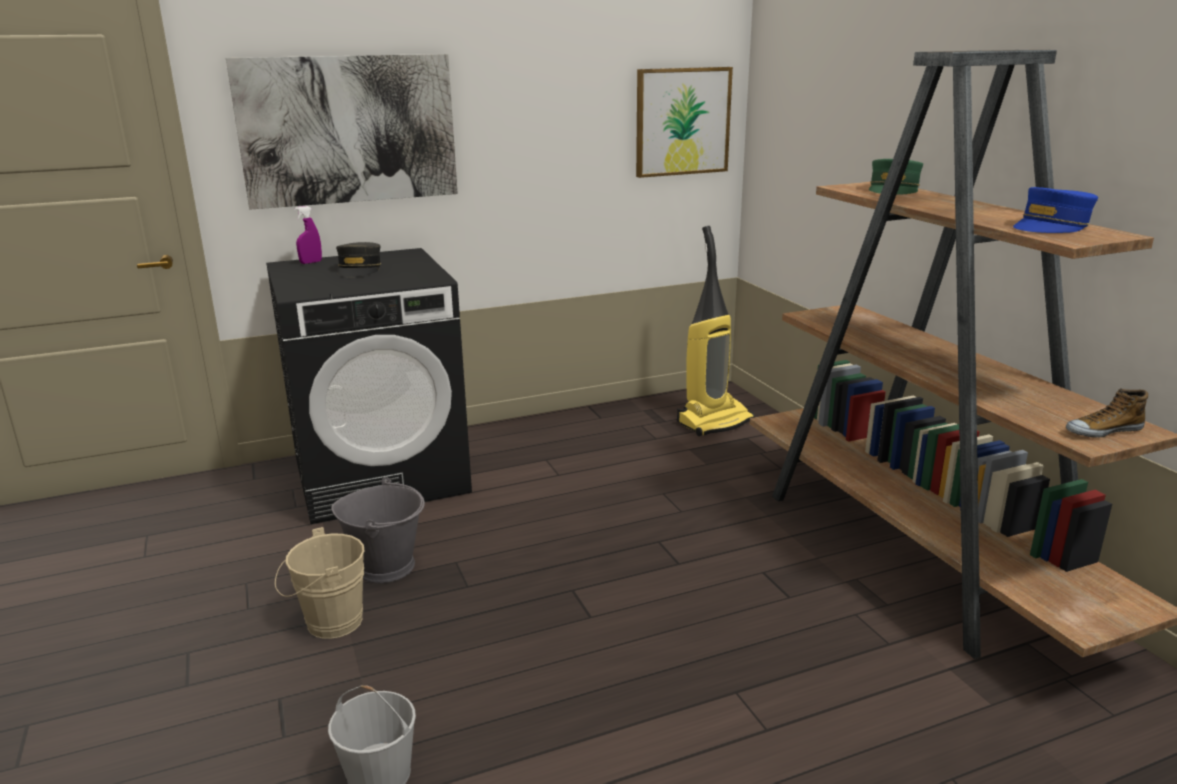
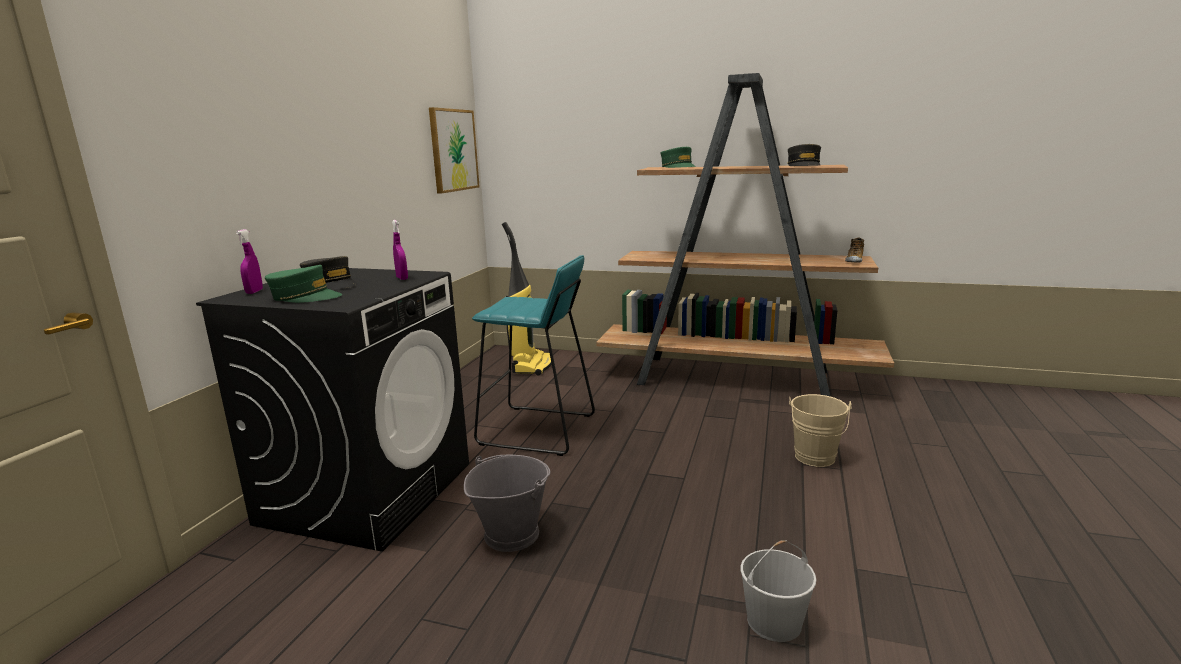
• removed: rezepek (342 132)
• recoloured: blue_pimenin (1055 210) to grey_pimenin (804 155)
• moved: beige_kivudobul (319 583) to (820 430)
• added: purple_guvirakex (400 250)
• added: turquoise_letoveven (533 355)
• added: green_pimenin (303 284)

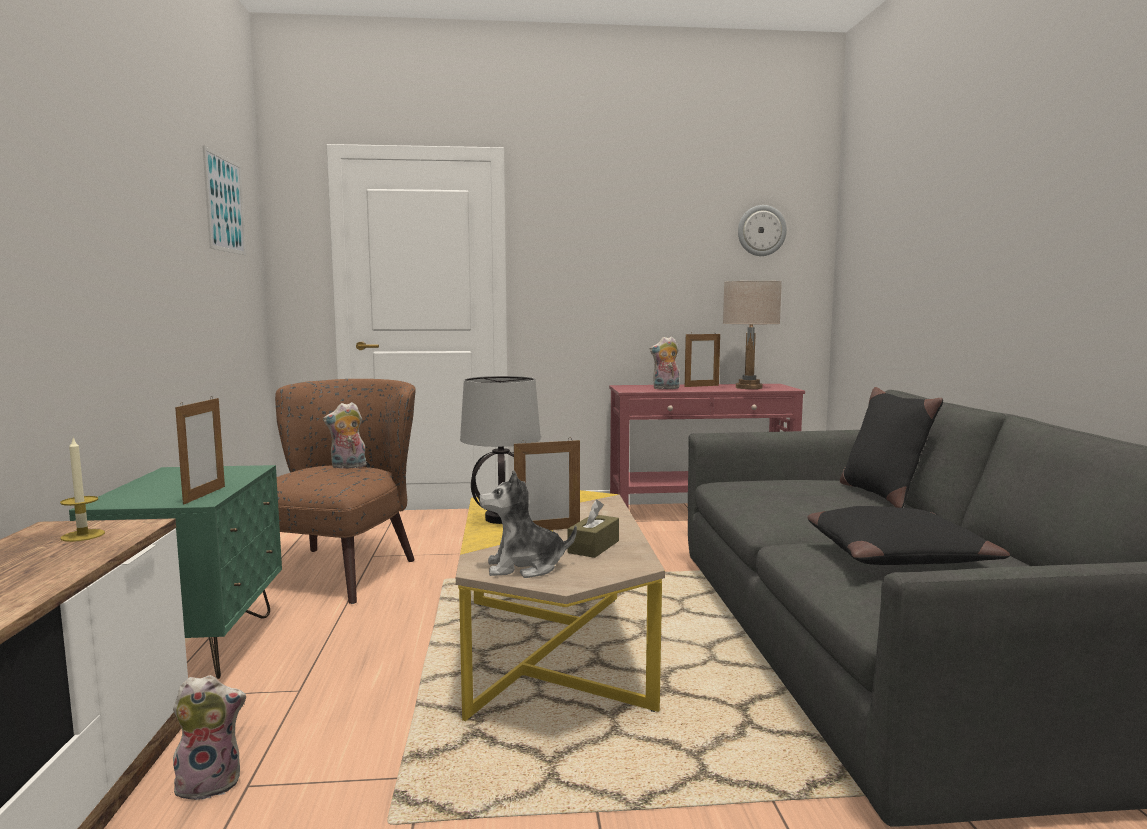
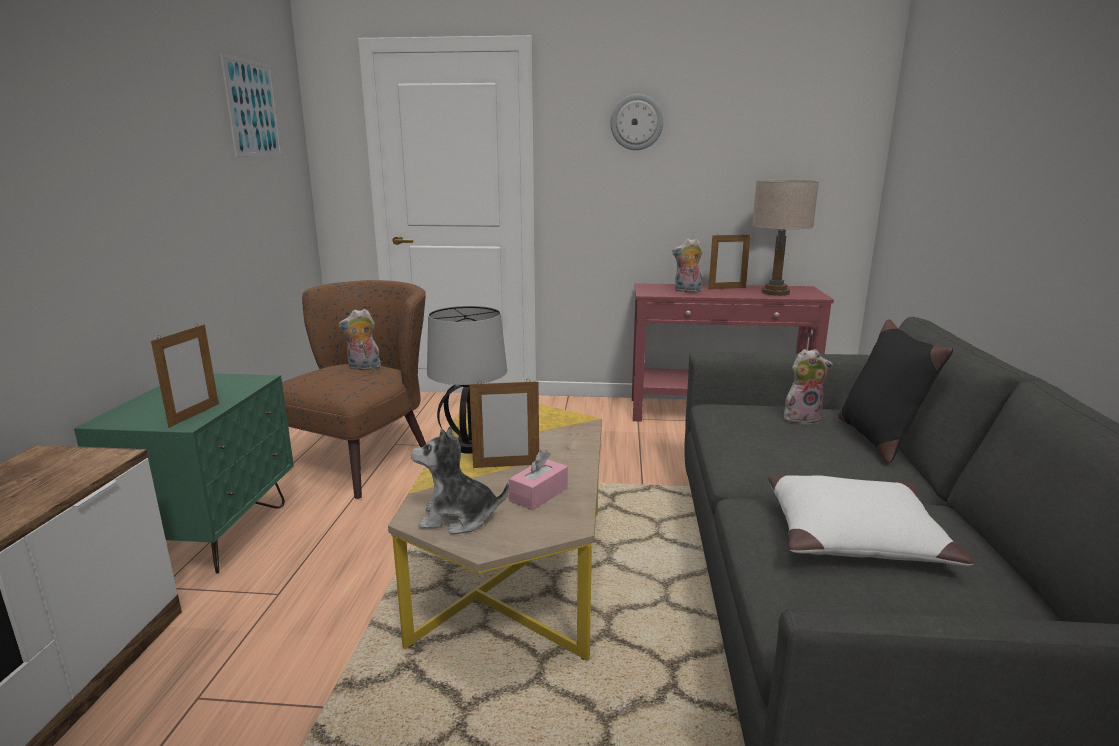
• moved: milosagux (762 230) to (637 122)
• removed: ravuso (82 490)
• recoloured: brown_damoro (593 529) to pink_damoro (538 480)
• recoloured: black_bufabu (908 535) to white_bufabu (871 520)
• moved: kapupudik (209 738) to (808 386)

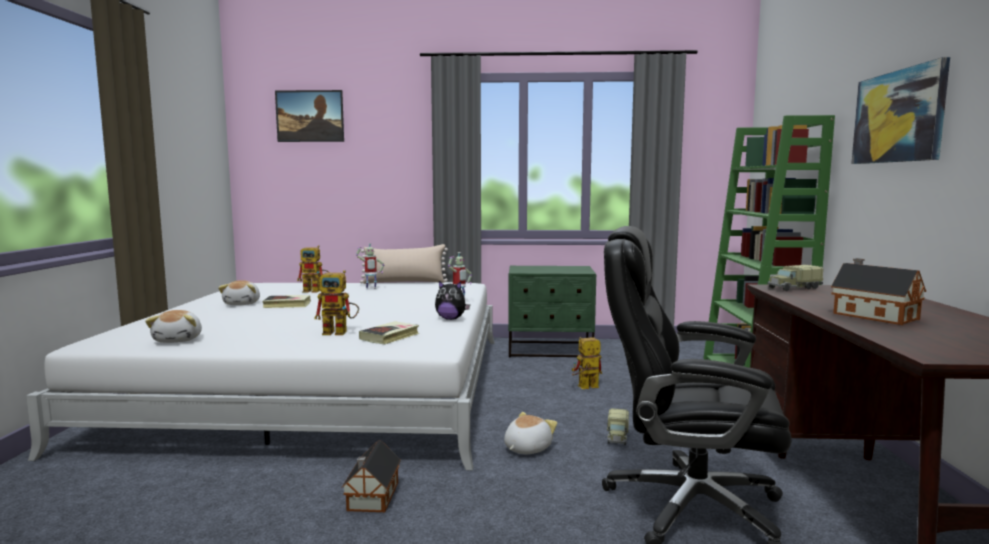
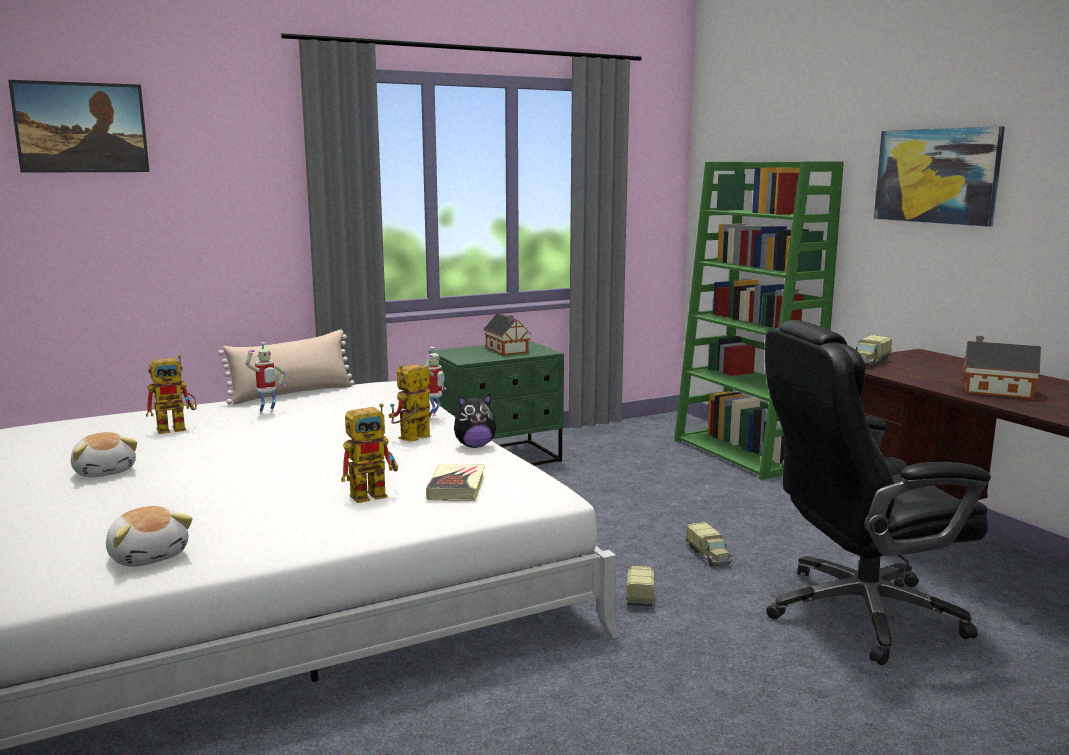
• removed: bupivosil (286 301)
• moved: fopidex (587 363) to (410 403)
• replaced: kapupudik (530 433) to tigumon (640 586)
• moved: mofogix (371 476) to (507 334)

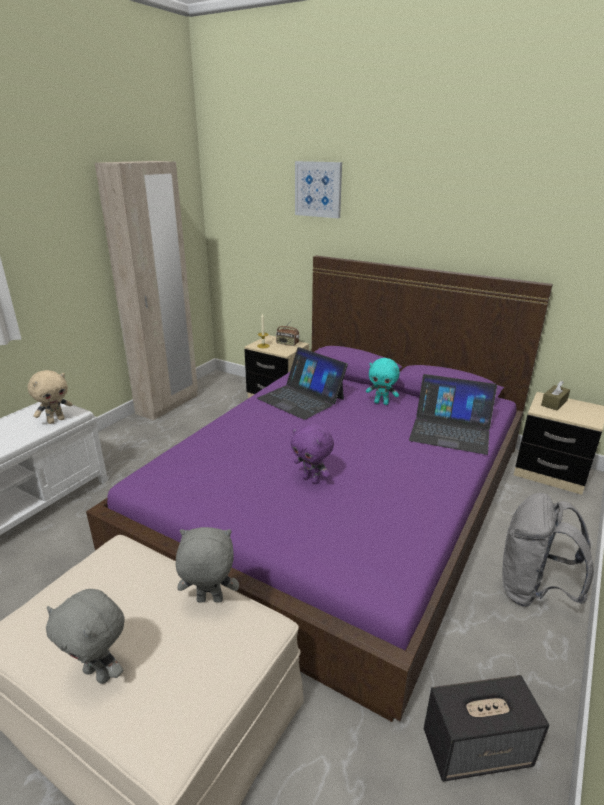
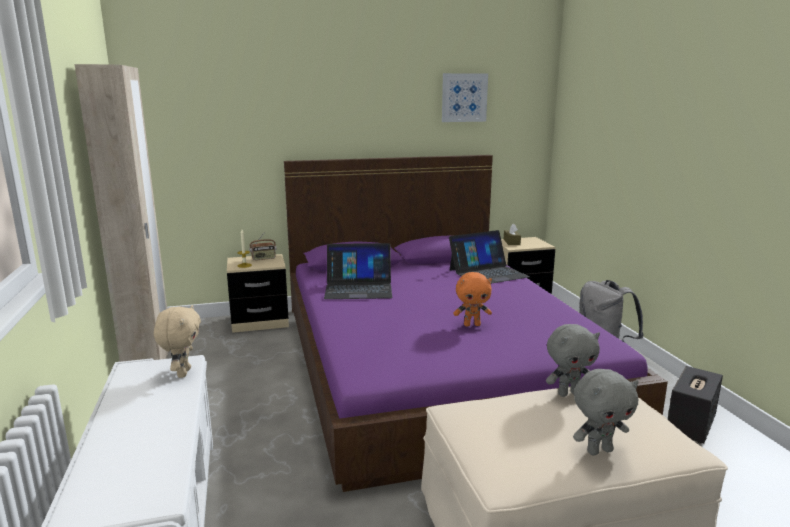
• moved: rezepek (318 189) to (465 97)
• removed: turquoise_kapupudik (383 381)
• recoloured: purple_kapupudik (312 454) to orange_kapupudik (472 299)
• turned: grey_kapupudik (207 565) = (573 360) 150 degrees counterclockwise

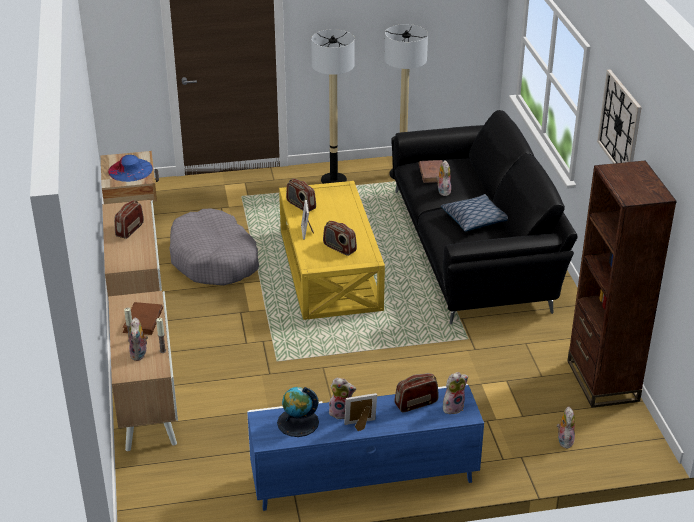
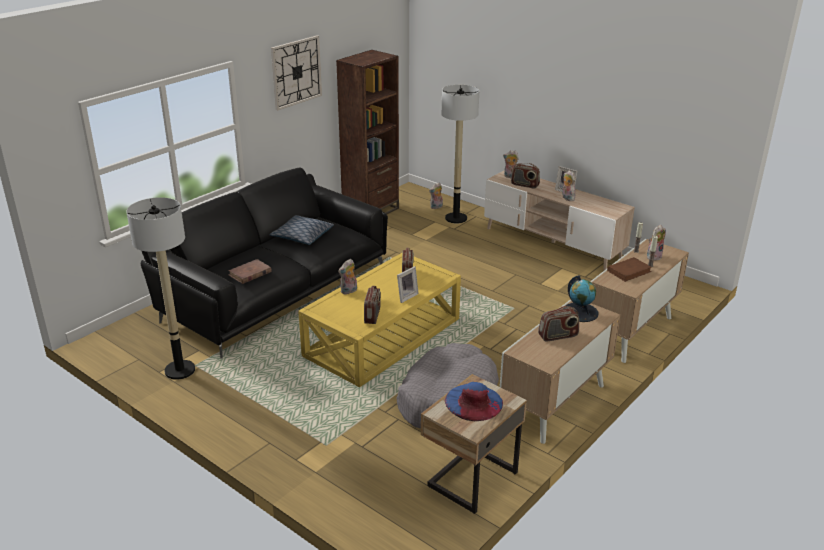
• moved: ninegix (333 106) to (460 154)
• moved: kapupudik (443 178) to (347 276)
• recoloured: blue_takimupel (365 447) to beige_takimupel (559 220)
• moved: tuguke (298 412) to (581 299)

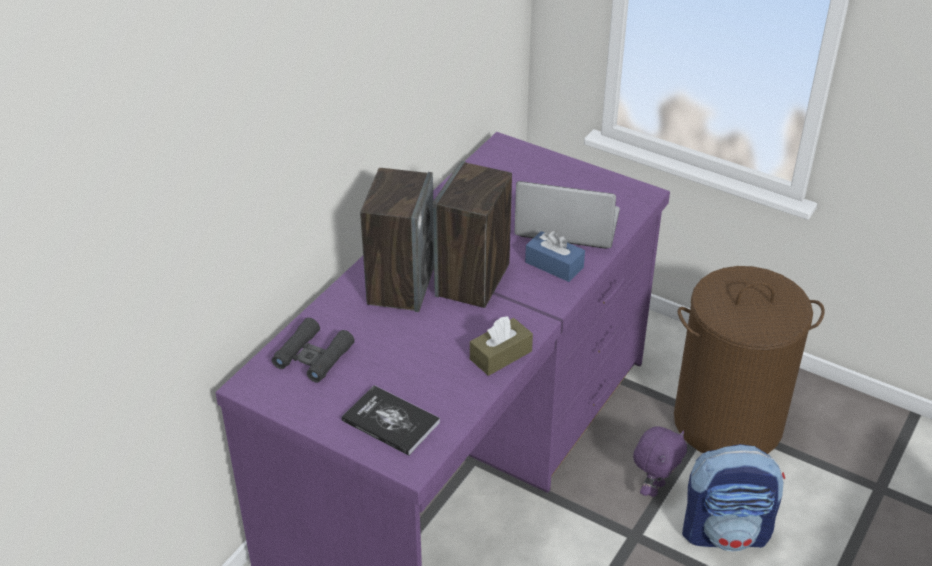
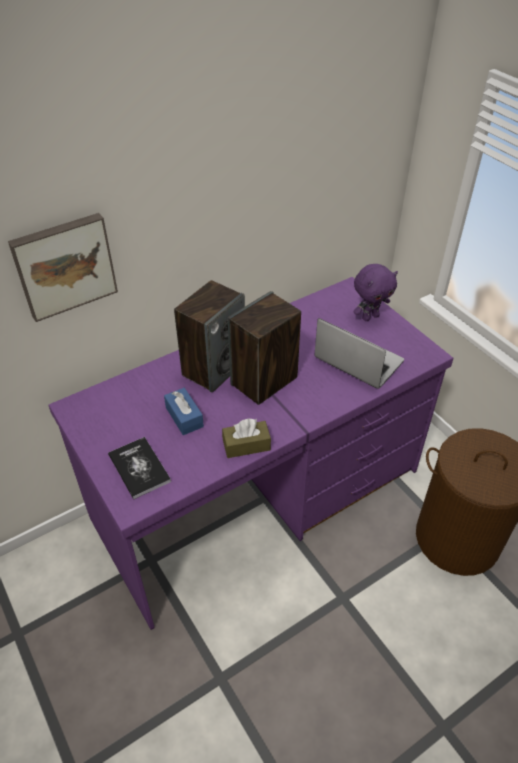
• moved: blue_damoro (555 256) to (184 411)
• removed: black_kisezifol (313 350)
• moved: purple_kapupudik (660 461) to (375 292)
• removed: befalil (733 497)
• added: rezepek (63 267)

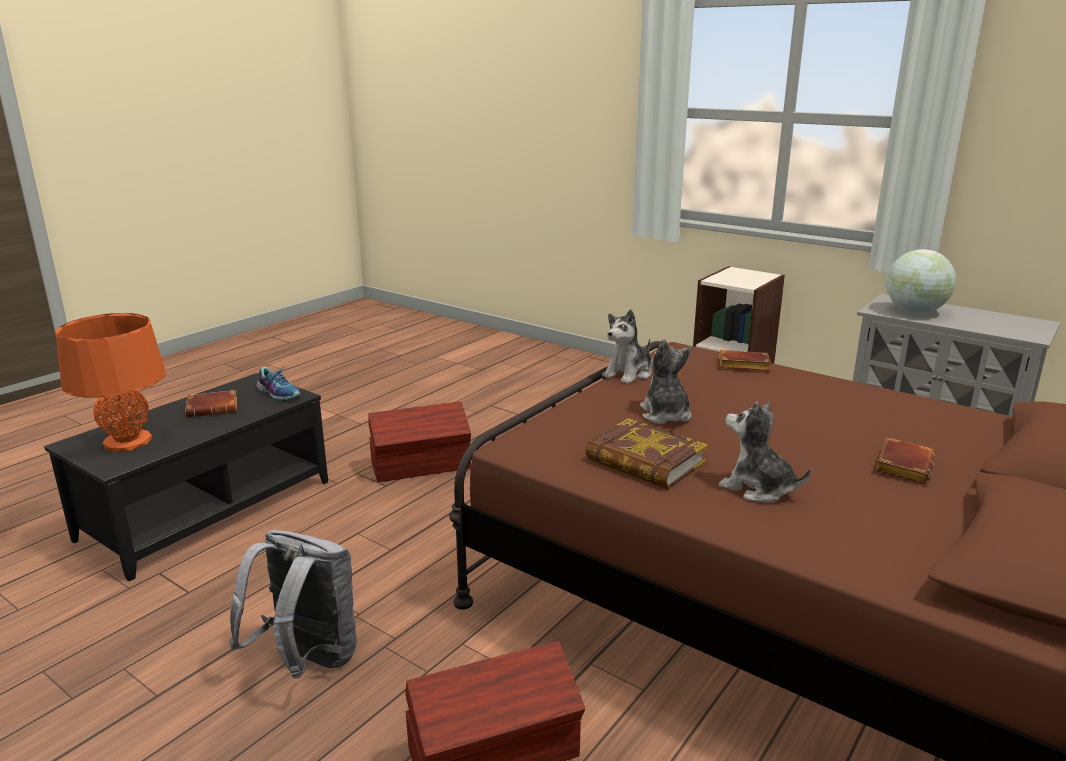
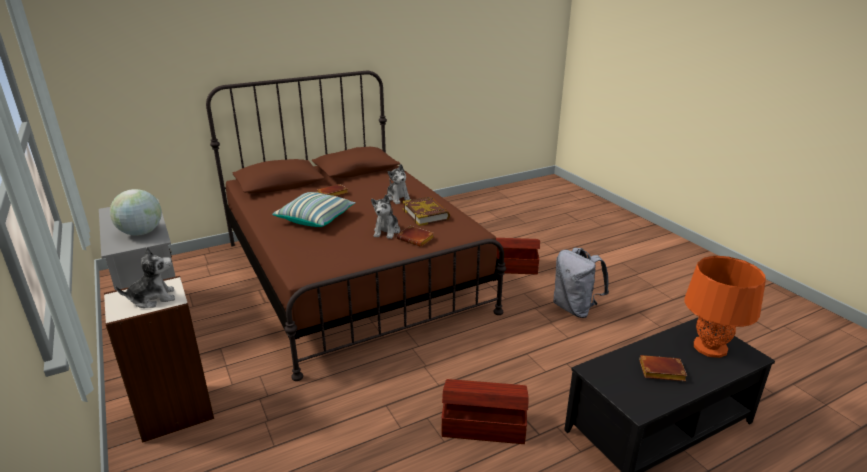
• moved: kapupudik (627 346) to (145 277)
• moved: brown_bupivosil (745 360) to (415 236)
• removed: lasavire (279 384)
• added: bufabu (314 209)

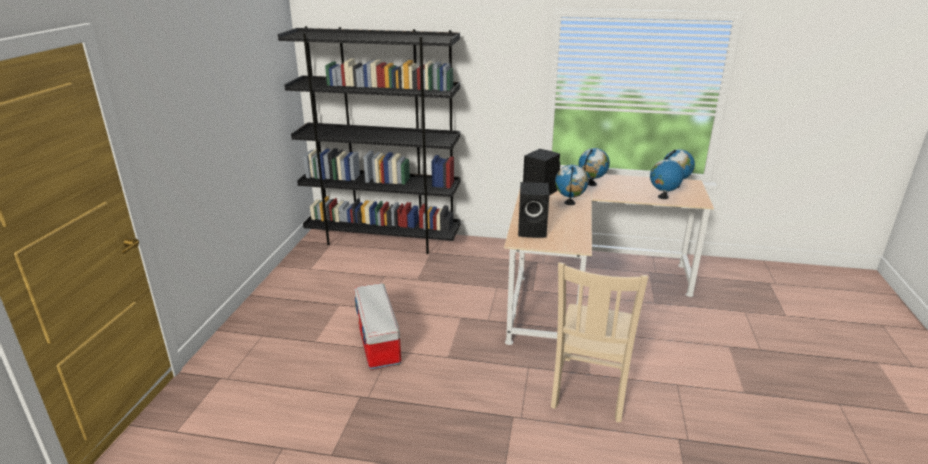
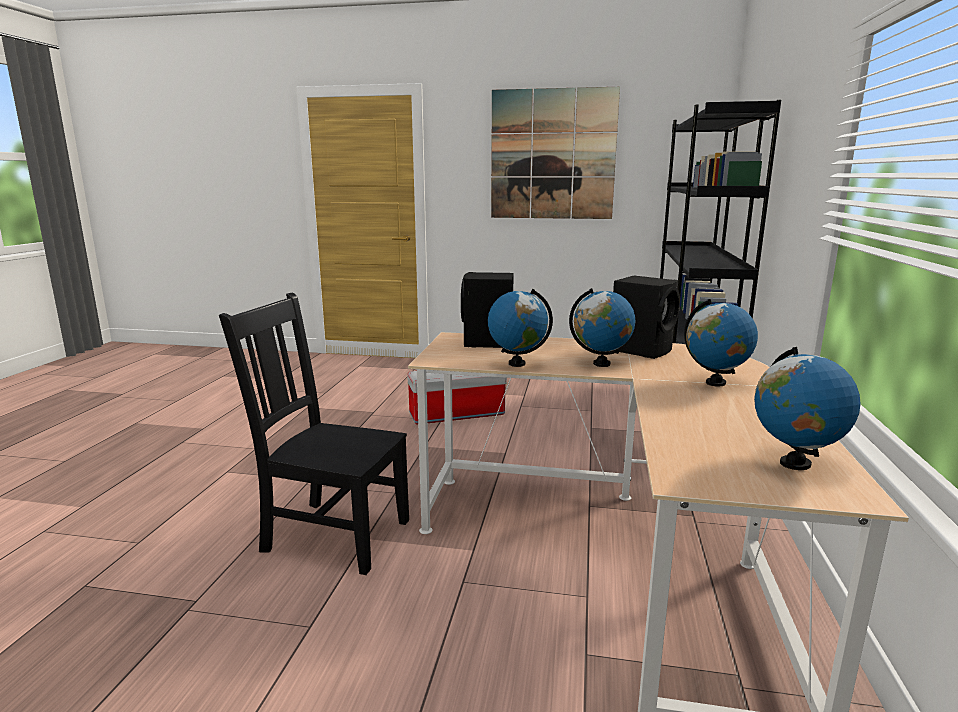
• moved: tuguke (667 178) to (520 328)
• recoloured: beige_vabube (599 342) to black_vabube (314 434)
• added: rezepek (555 153)

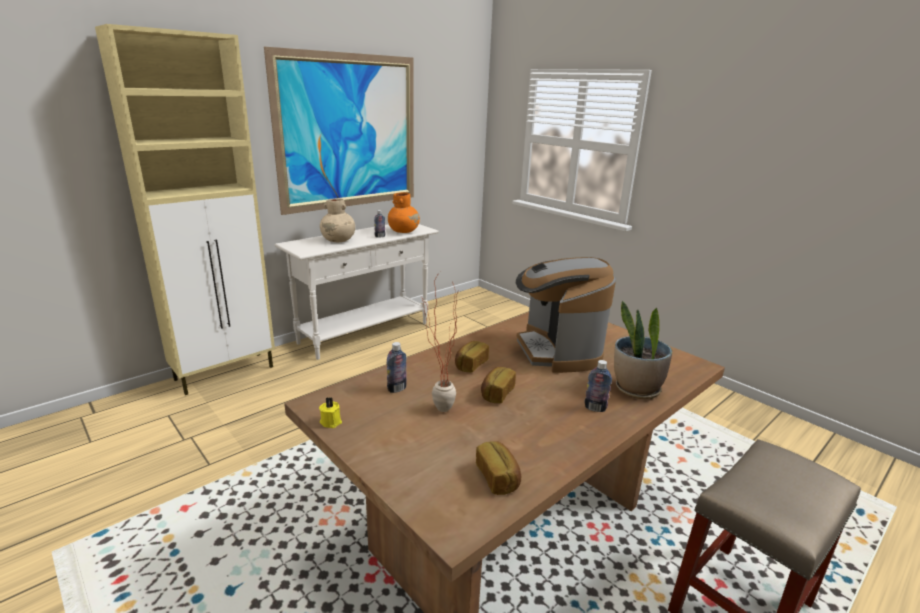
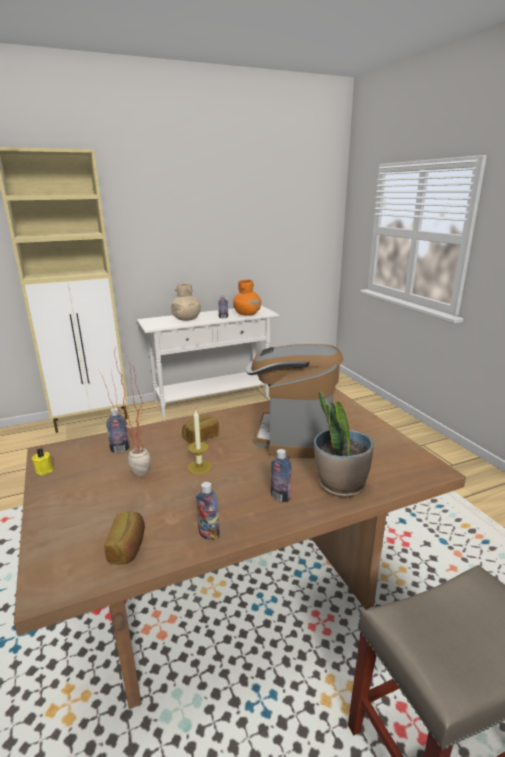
• removed: rezepek (339 131)
• replaced: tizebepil (498 385) to ravuso (199 442)
• added: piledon (208 511)

